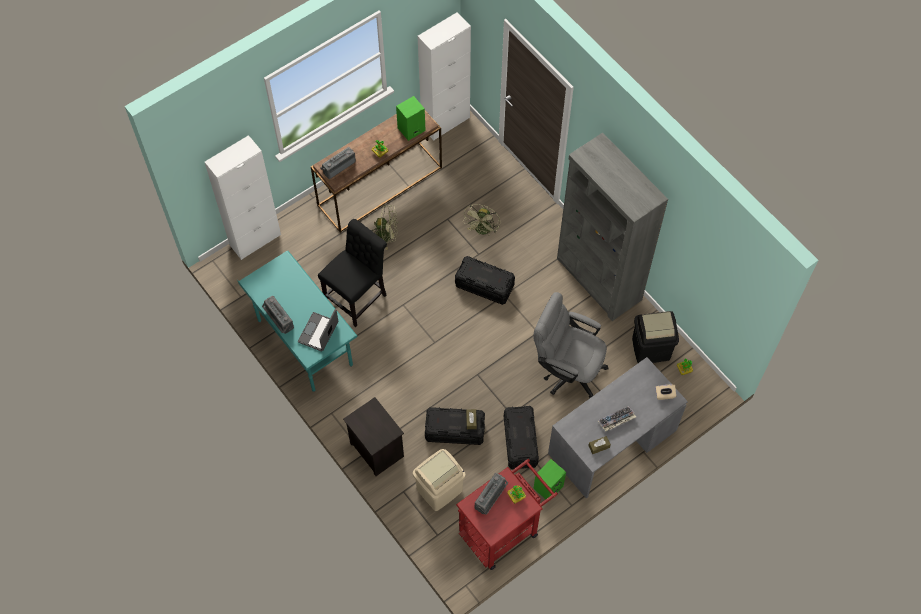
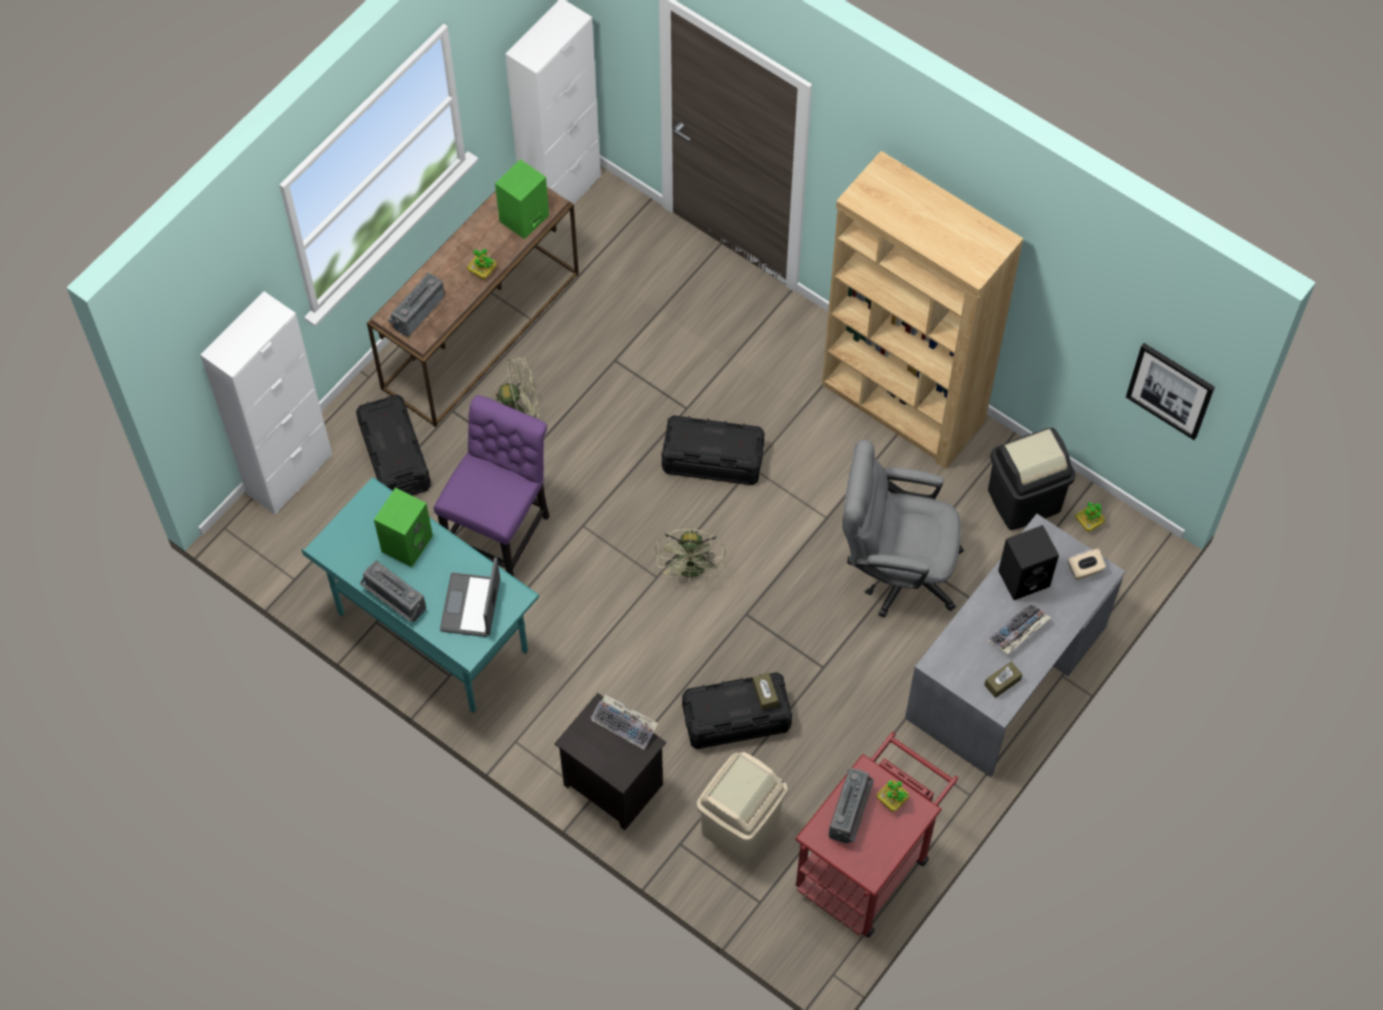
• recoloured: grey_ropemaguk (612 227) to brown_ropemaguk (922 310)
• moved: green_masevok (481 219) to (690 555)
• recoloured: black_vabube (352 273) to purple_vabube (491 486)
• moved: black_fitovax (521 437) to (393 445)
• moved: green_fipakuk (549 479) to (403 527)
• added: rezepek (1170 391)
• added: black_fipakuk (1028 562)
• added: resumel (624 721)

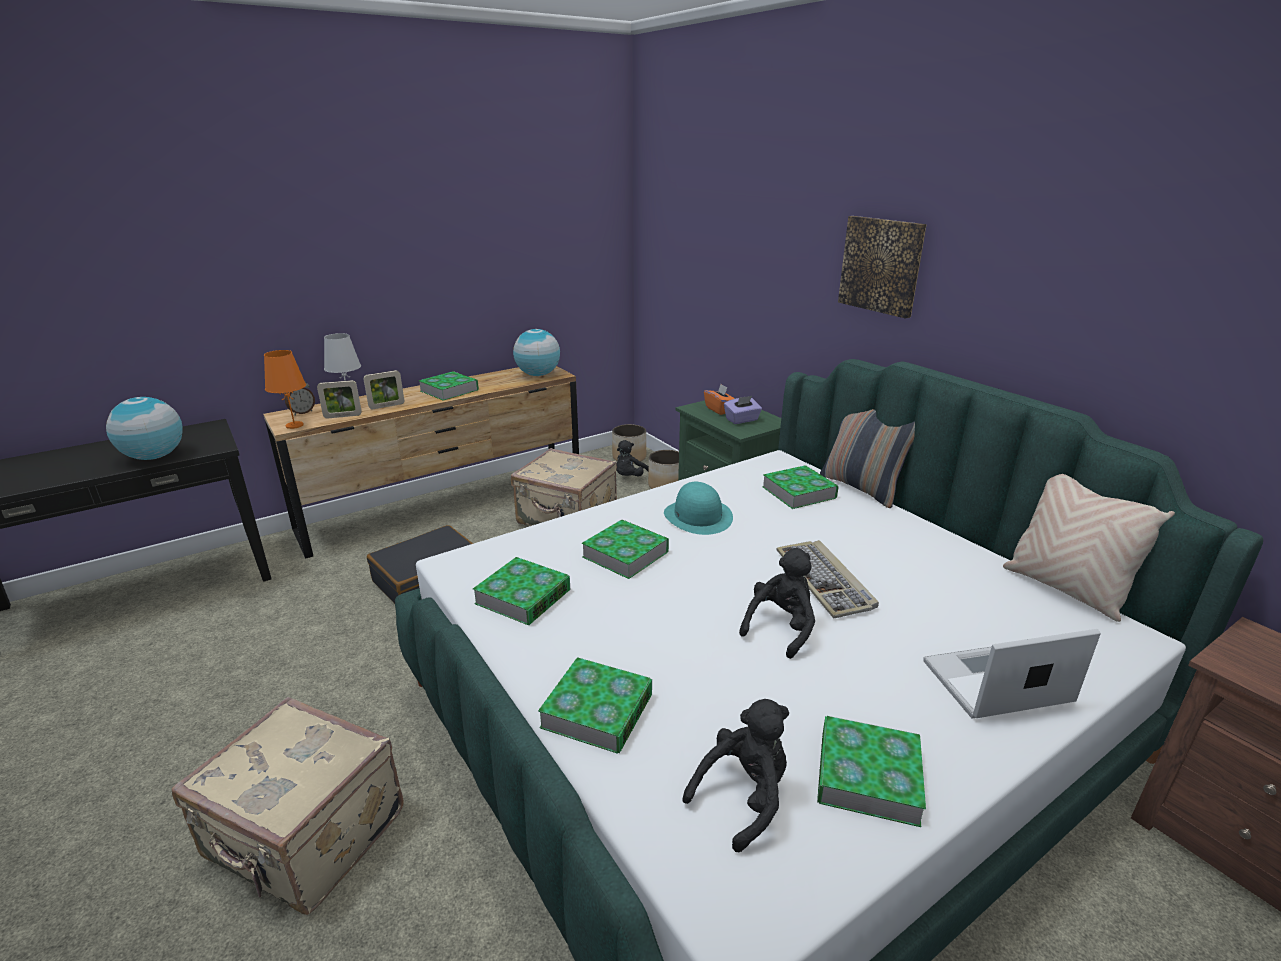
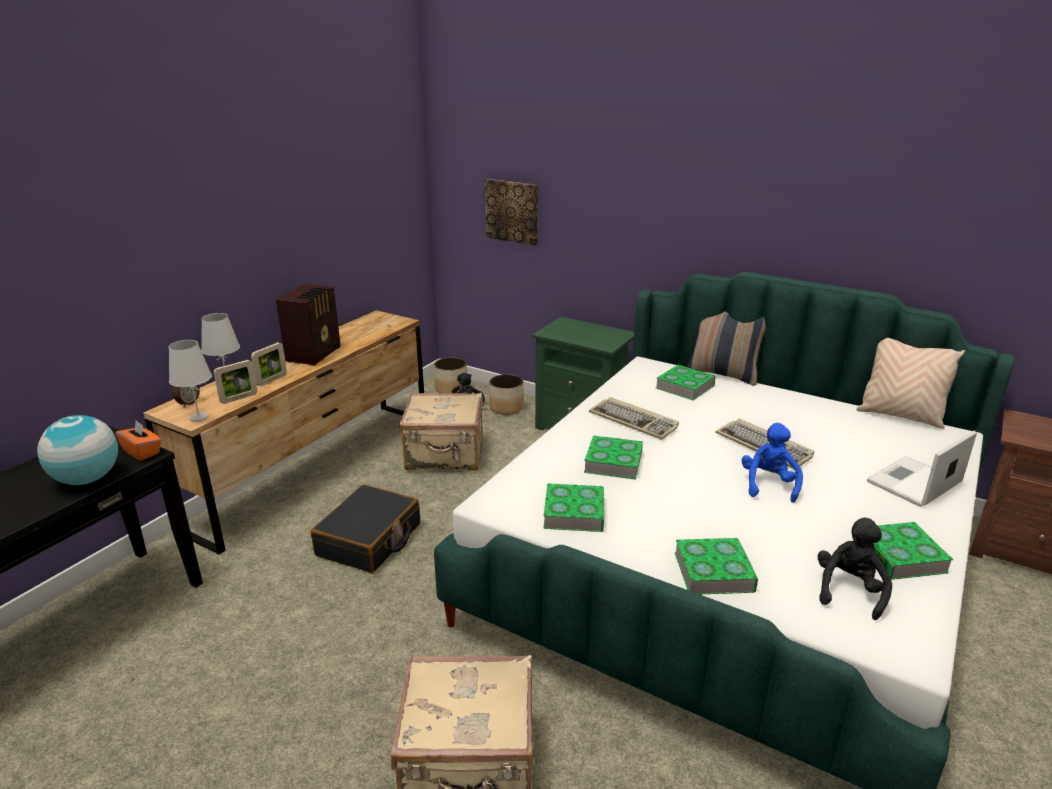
• moved: rezepek (882 267) to (511 212)
• removed: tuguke (536 352)
• recoloured: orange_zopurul (285 389) to white_zopurul (190 380)
• replaced: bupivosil (449 386) to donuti (308 325)
• moved: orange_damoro (719 399) to (138 441)
• removed: purple_damoro (743 410)
• replaced: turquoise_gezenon (698 508) to resumel (634 418)
• recoloured: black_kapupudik (777 603) to blue_kapupudik (772 463)

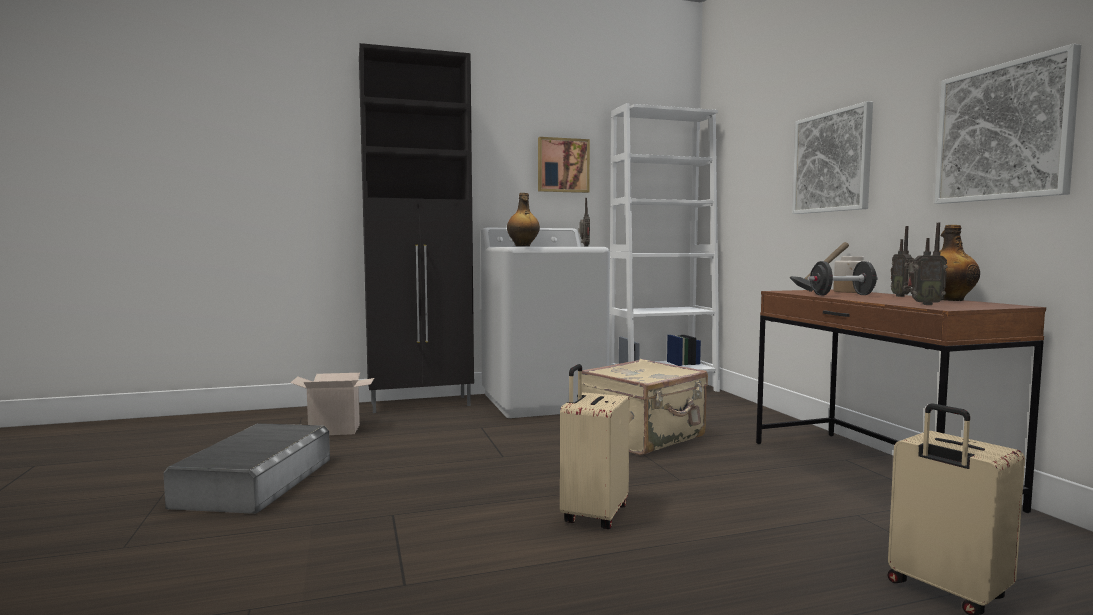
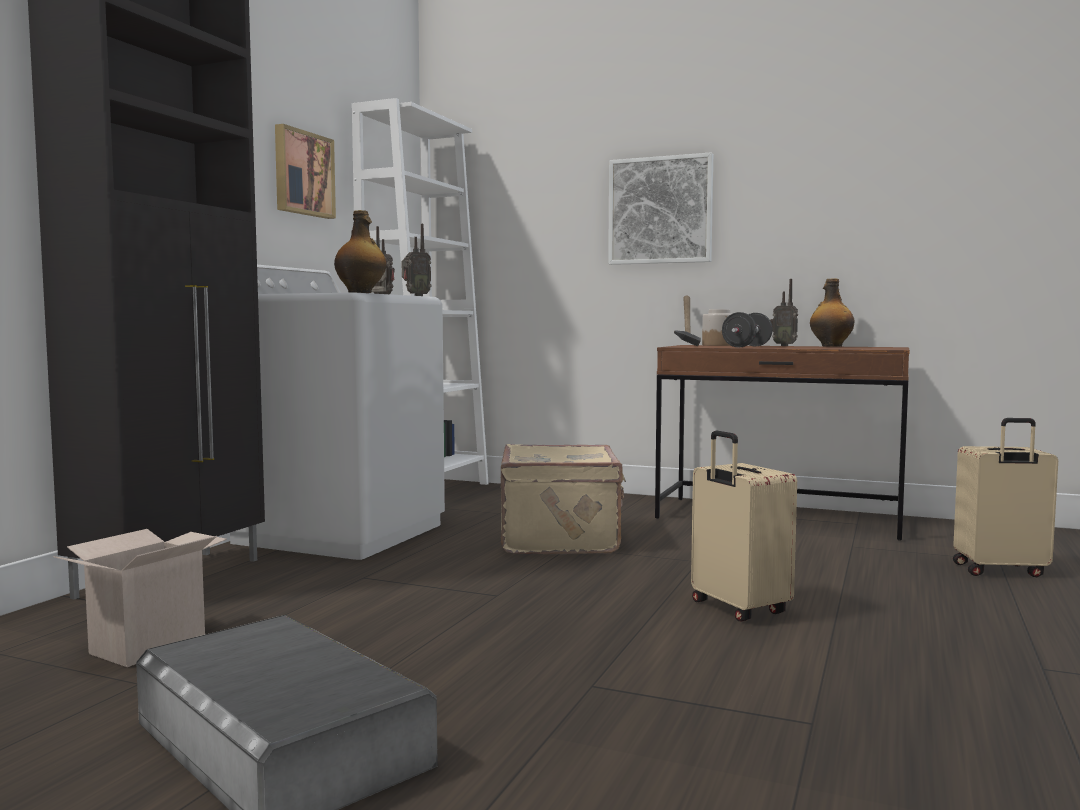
• removed: rezepek (1008 124)
• moved: donuti (928 264) to (416 260)

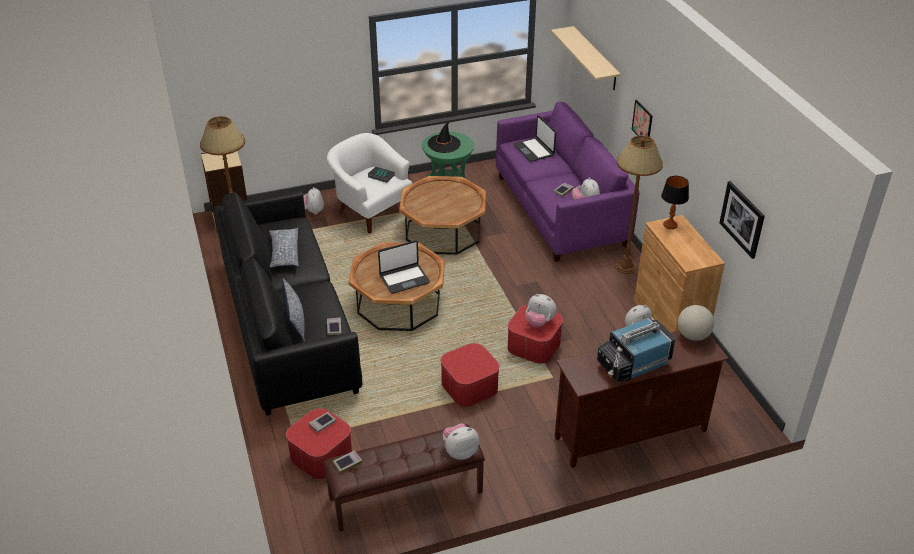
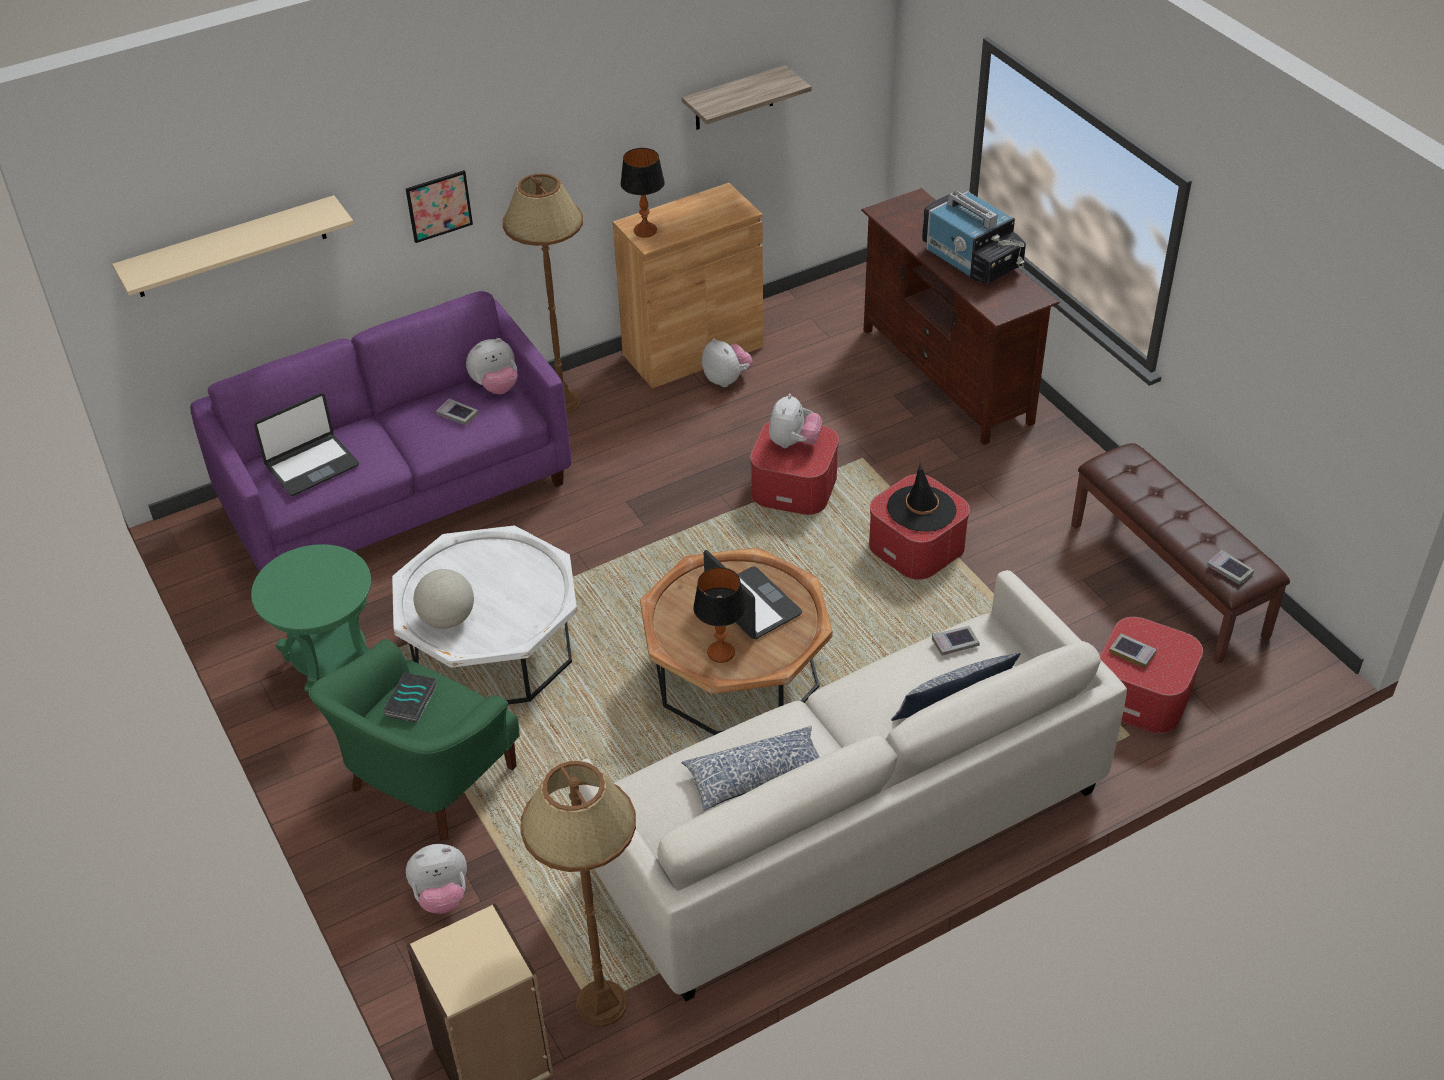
• moved: black_gezenon (444 137) to (922 497)
• recoloured: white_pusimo (370 183) to green_pusimo (414 739)
• recoloured: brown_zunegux (442 215) to white_zunegux (484 615)
• replaced: rezepek (742 220) to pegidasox (746 97)
• recoloured: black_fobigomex (288 303) to white_fobigomex (853 785)
• moved: tuguke (696 323) to (444 599)
• removed: kapupudik (461 441)
• added: zopurul (719 615)

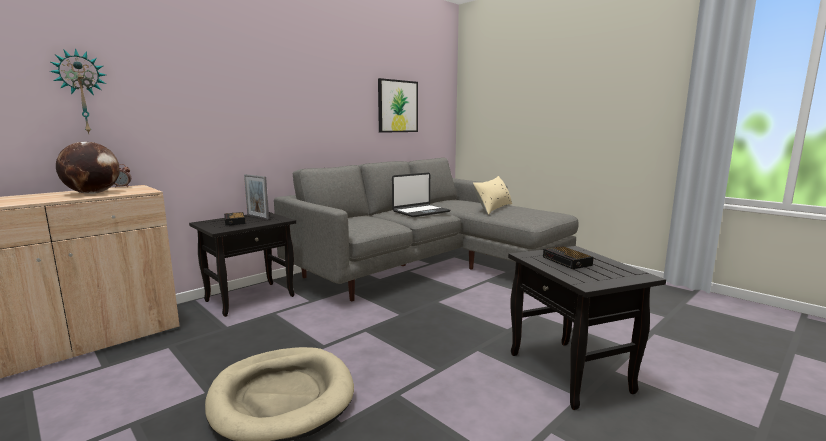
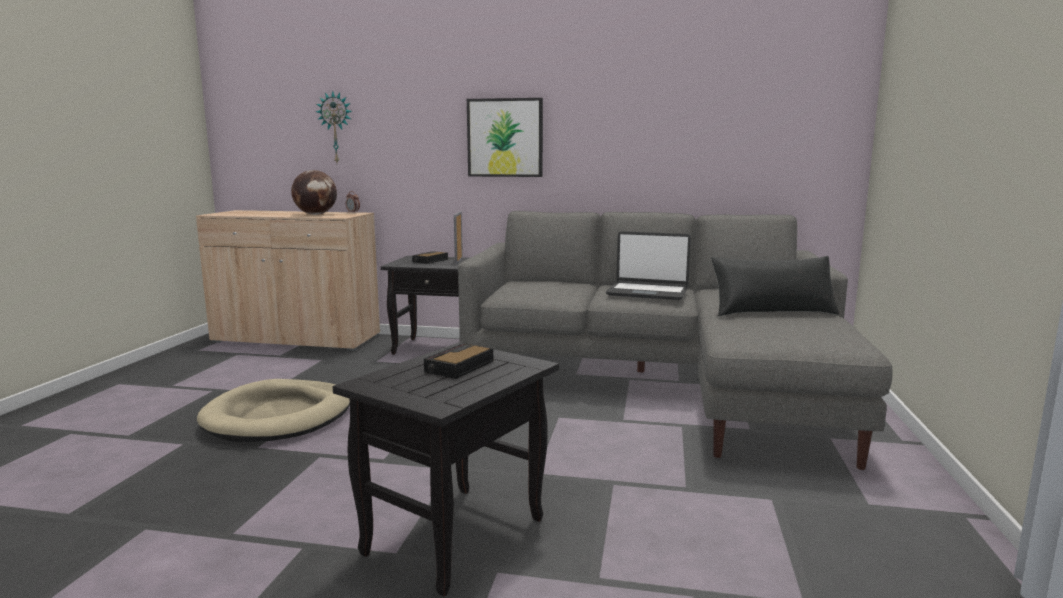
• moved: rezepek (398 105) to (505 137)
• recoloured: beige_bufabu (492 195) to black_bufabu (775 286)

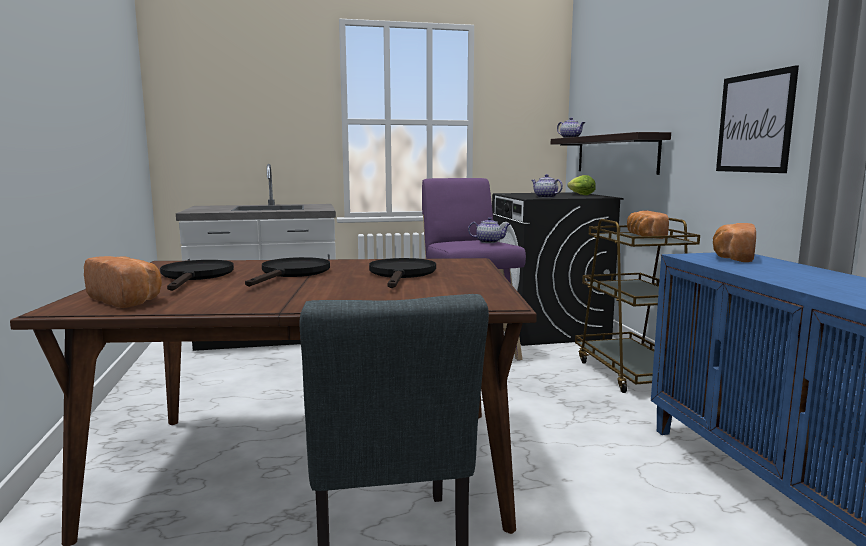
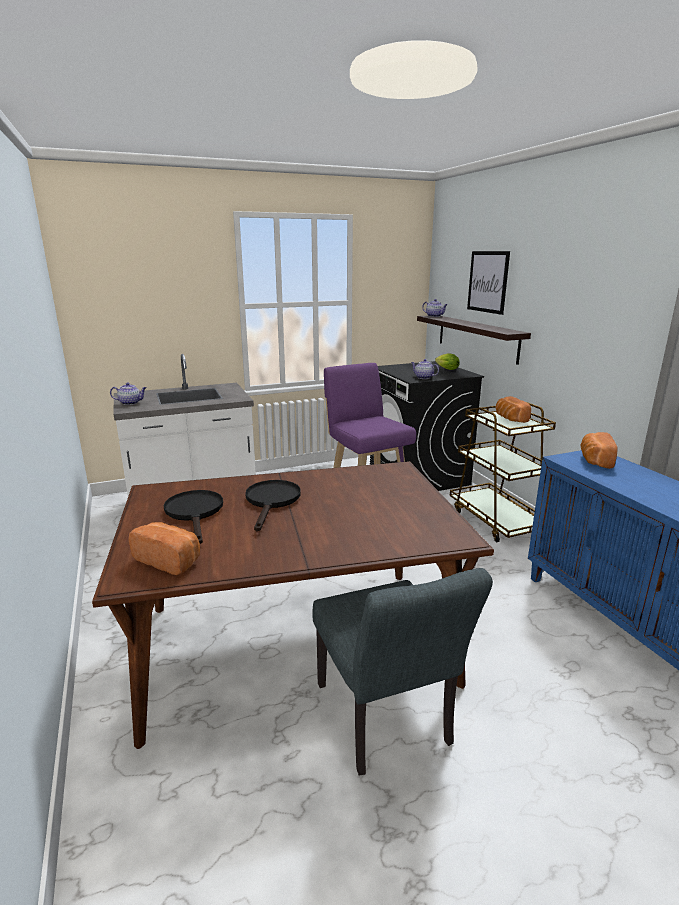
• moved: rezepek (757 119) to (488 283)
• moved: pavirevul (489 230) to (128 393)
• removed: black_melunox (402 273)

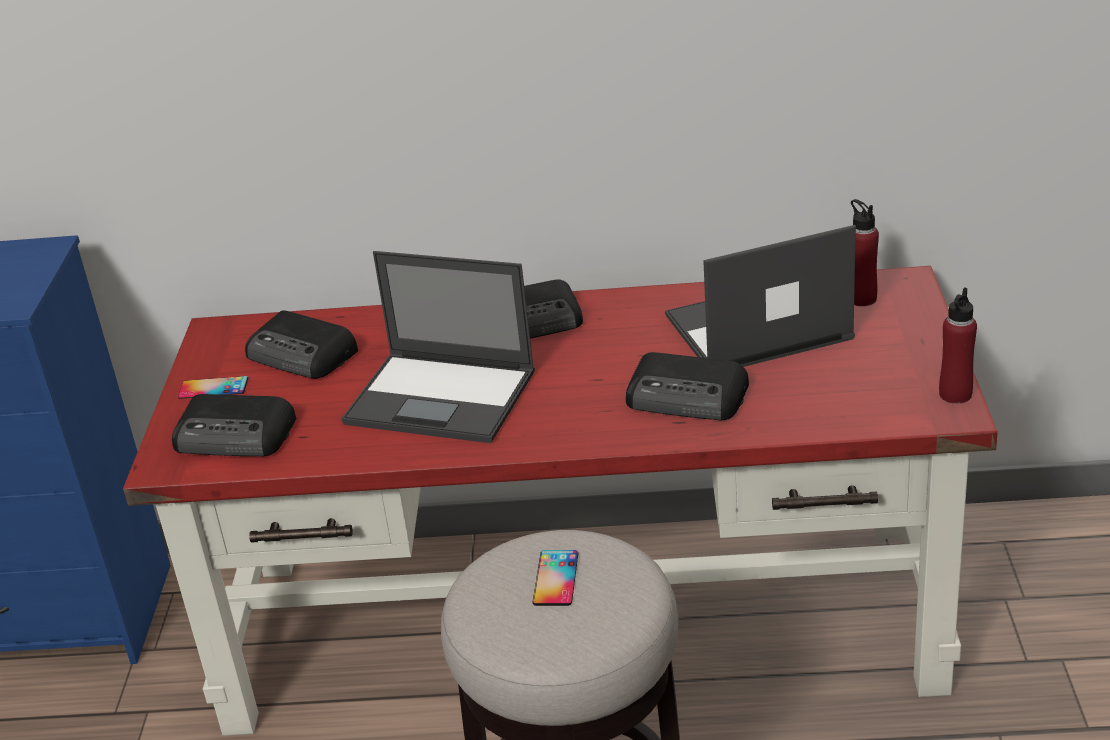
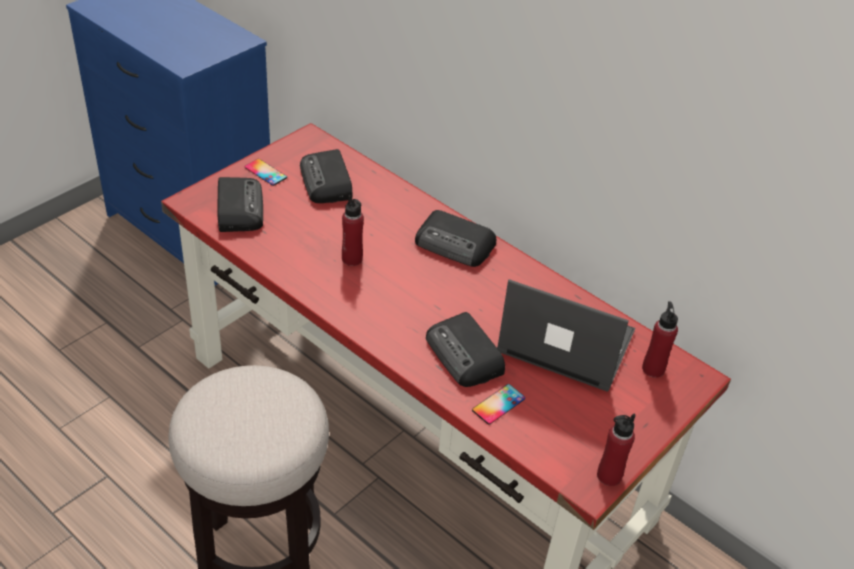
• replaced: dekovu (438 347) to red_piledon (353 230)
• turned: donuti (234 425) = (240 204) 150 degrees counterclockwise
• moved: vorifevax (555 578) to (498 404)

